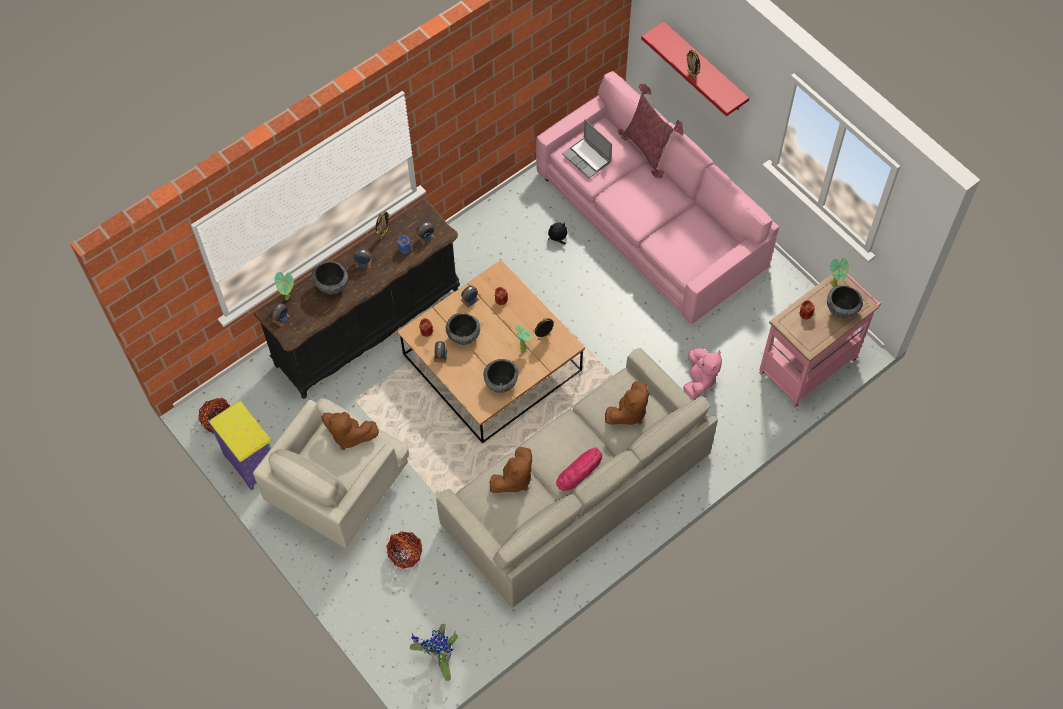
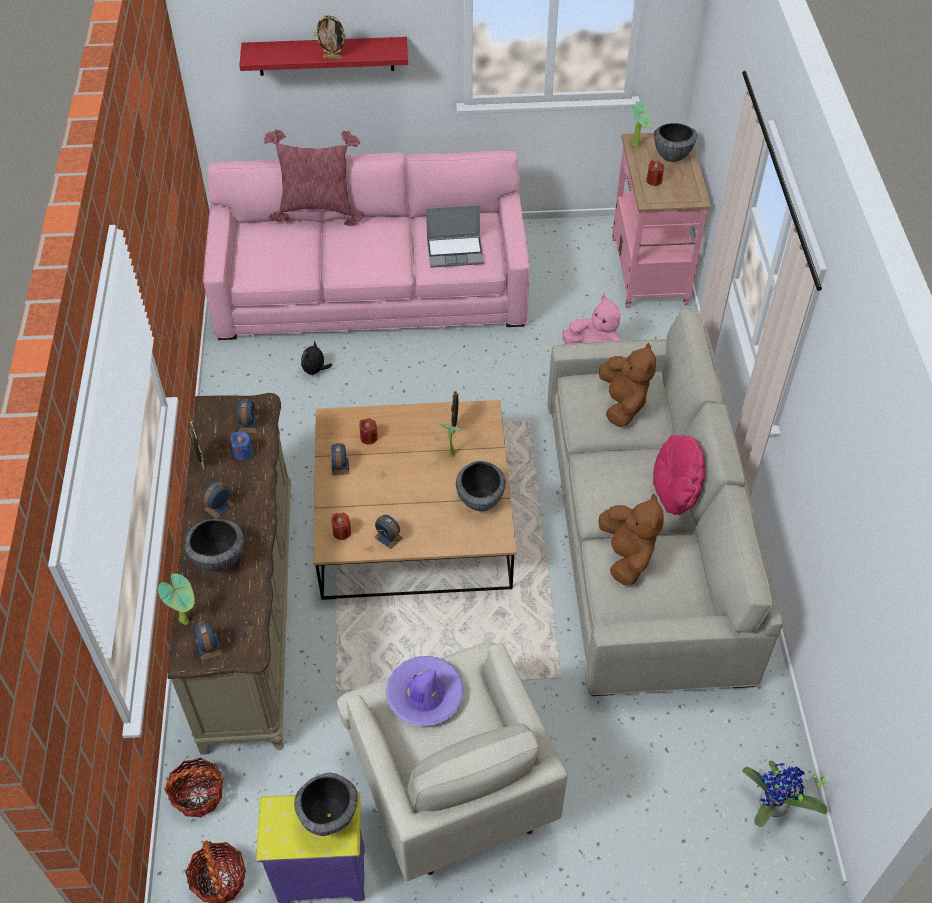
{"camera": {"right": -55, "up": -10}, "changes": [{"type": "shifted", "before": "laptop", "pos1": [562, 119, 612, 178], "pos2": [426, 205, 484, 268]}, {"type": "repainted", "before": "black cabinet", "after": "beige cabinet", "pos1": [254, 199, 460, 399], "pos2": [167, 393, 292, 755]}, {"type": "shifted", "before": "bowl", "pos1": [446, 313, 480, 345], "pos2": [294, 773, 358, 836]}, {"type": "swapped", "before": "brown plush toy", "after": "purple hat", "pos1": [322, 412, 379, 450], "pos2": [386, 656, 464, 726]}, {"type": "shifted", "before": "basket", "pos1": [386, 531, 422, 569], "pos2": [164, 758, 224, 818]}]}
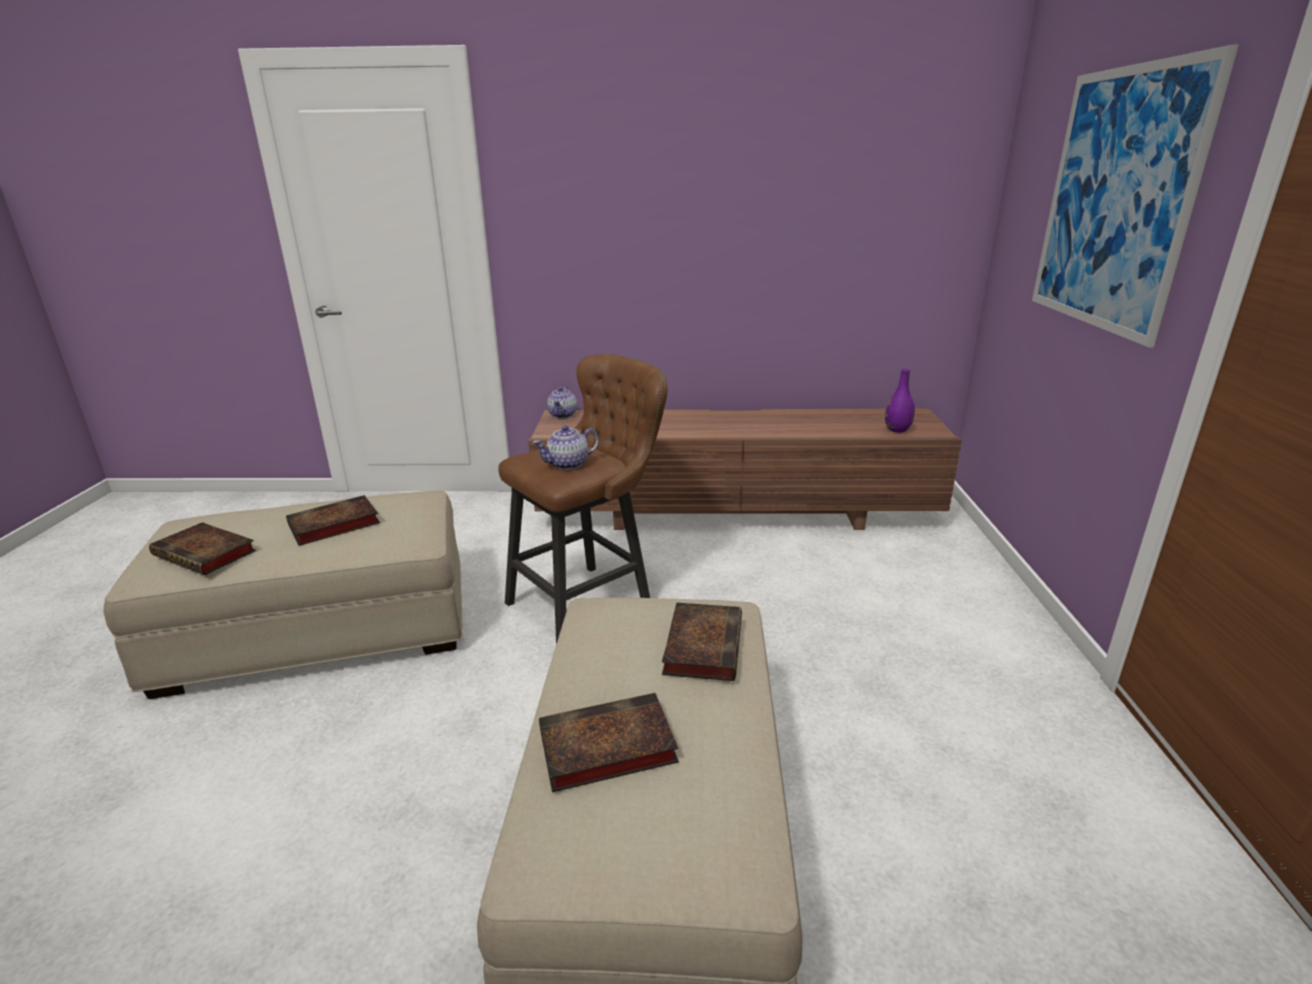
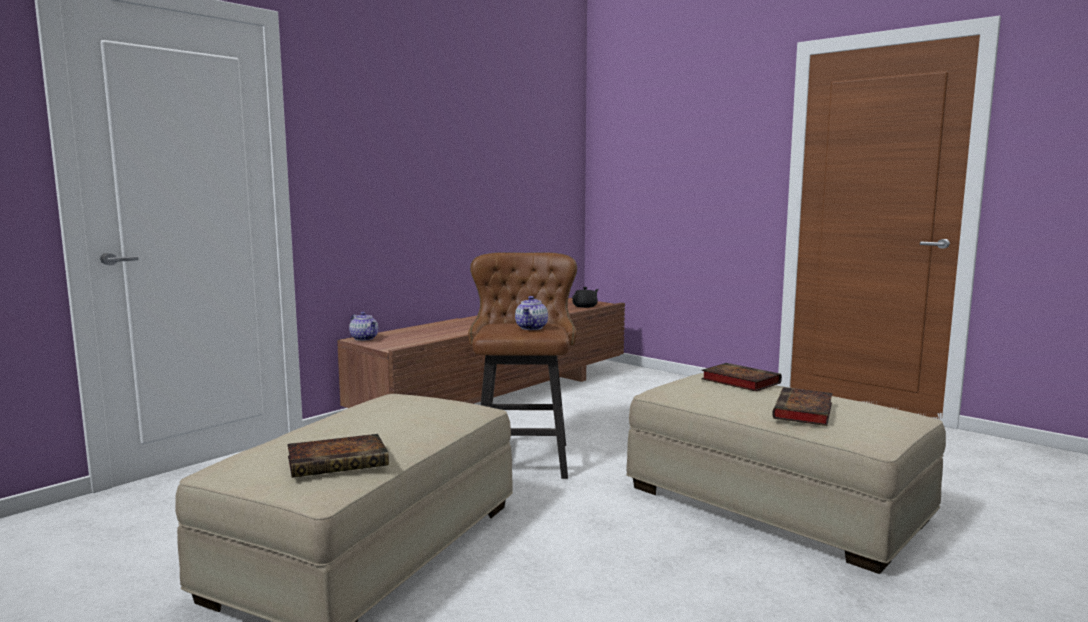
{"camera": {"right": -50, "up": -15}, "changes": [{"type": "gone", "before": "picture", "pos1": [1032, 44, 1239, 348]}, {"type": "swapped", "before": "purple vase", "after": "black teapot", "pos1": [885, 369, 915, 433], "pos2": [572, 287, 599, 308]}, {"type": "gone", "before": "book", "pos1": [286, 495, 380, 546]}]}
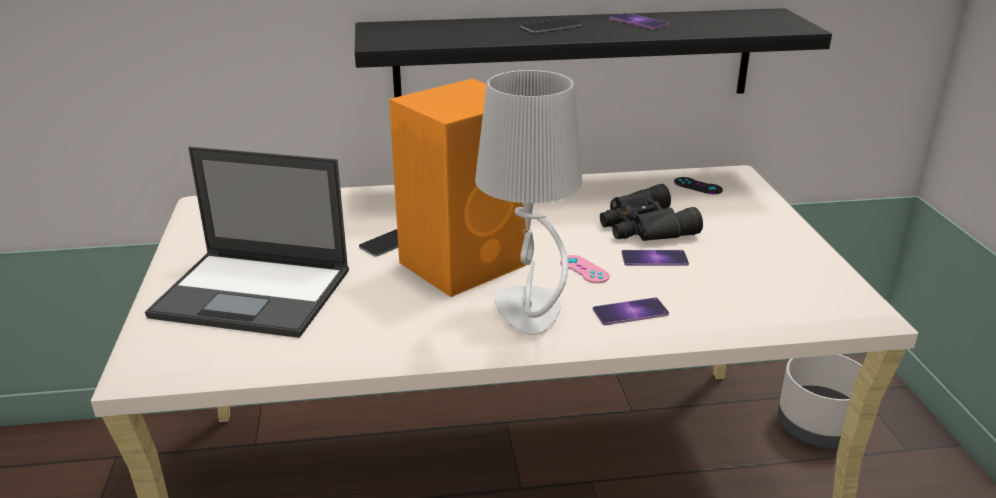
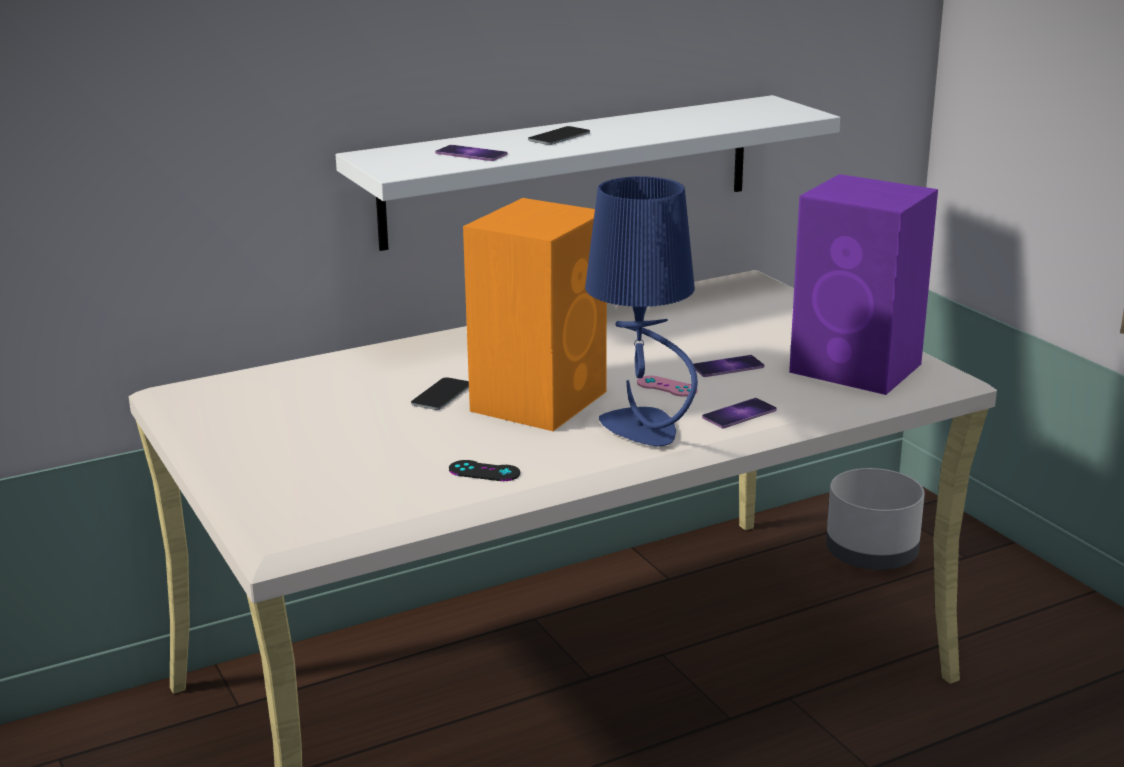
{"camera": {"right": -20, "up": -5}, "changes": [{"type": "repainted", "before": "black shelf", "after": "white shelf", "pos1": [355, 8, 832, 98], "pos2": [336, 95, 840, 251]}, {"type": "shifted", "before": "phone", "pos1": [609, 13, 669, 29], "pos2": [435, 145, 508, 161]}, {"type": "repainted", "before": "grey table lamp", "after": "blue table lamp", "pos1": [475, 70, 582, 335], "pos2": [585, 176, 698, 447]}, {"type": "gone", "before": "laptop", "pos1": [145, 147, 349, 338]}, {"type": "shifted", "before": "black game controller", "pos1": [674, 177, 723, 194], "pos2": [449, 460, 520, 481]}, {"type": "gone", "before": "black binoculars", "pos1": [600, 184, 703, 241]}, {"type": "new", "after": "purple speaker", "pos2": [789, 174, 938, 395]}]}
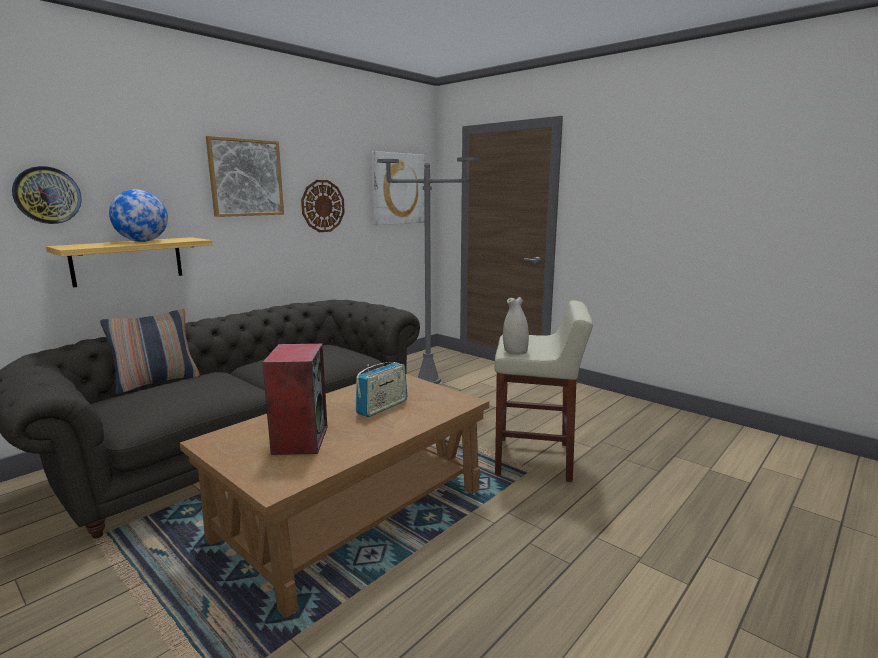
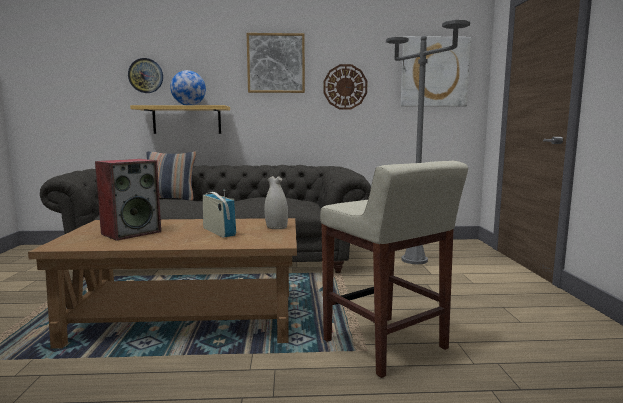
{"camera": {"right": 45, "up": -5}, "changes": [{"type": "shifted", "before": "white vase", "pos1": [503, 297, 529, 354], "pos2": [264, 176, 288, 229]}, {"type": "rotated", "before": "radio", "pos1": [356, 362, 407, 417], "pos2": [203, 190, 236, 237], "turn": -120}]}
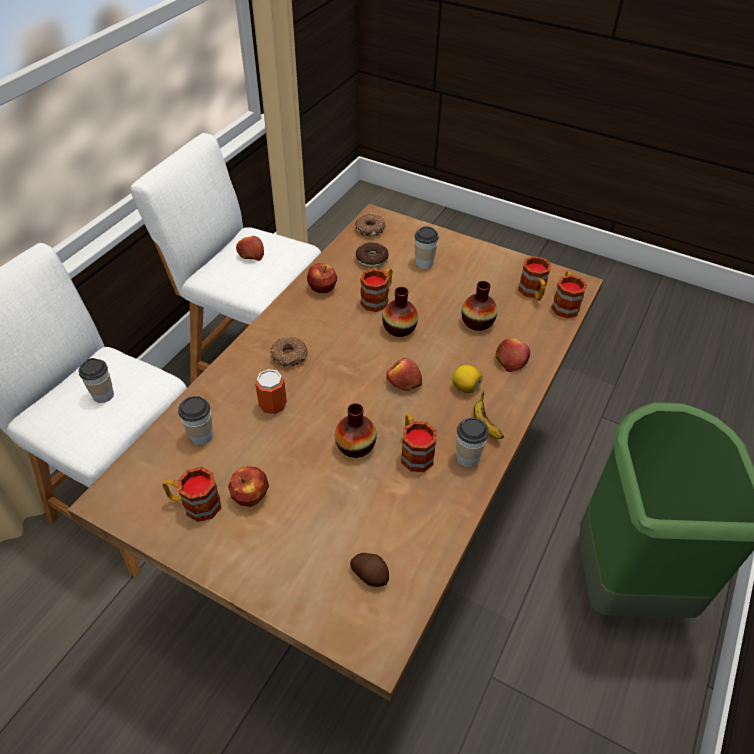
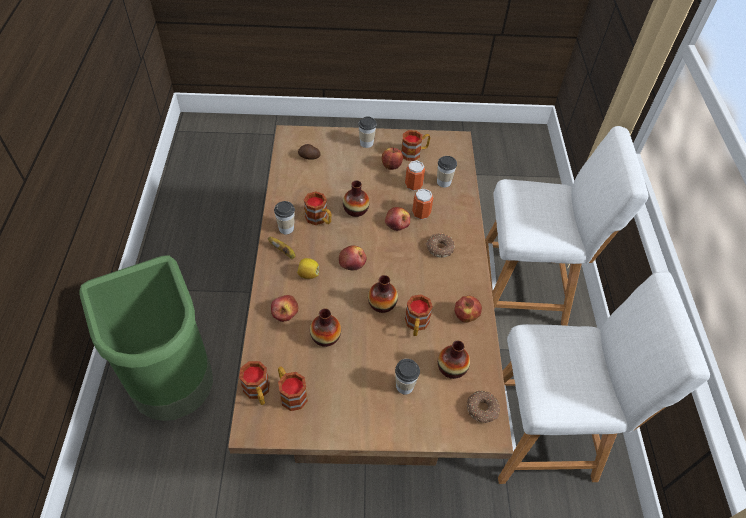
{"camera": {"right": 150, "up": 5}, "changes": [{"type": "shifted", "before": "apple", "pos1": [236, 236, 264, 261], "pos2": [385, 207, 410, 231]}, {"type": "swapped", "before": "donut", "after": "vase", "pos1": [355, 242, 389, 268], "pos2": [438, 341, 470, 379]}, {"type": "shifted", "before": "cup", "pos1": [78, 358, 114, 403], "pos2": [358, 116, 377, 148]}, {"type": "new", "after": "can", "pos2": [405, 160, 425, 191]}]}
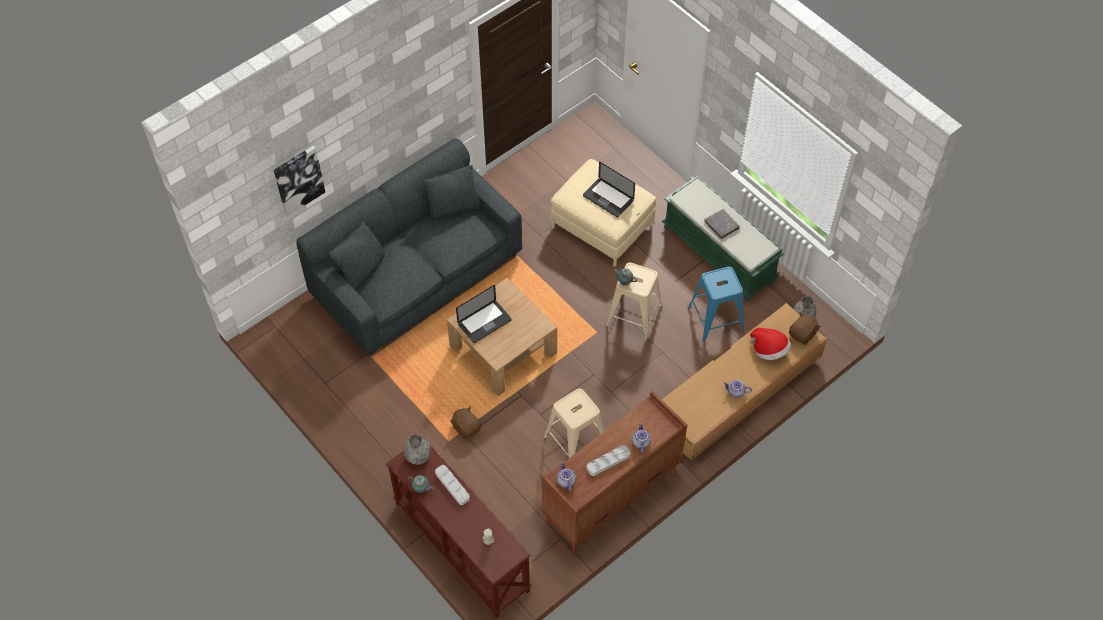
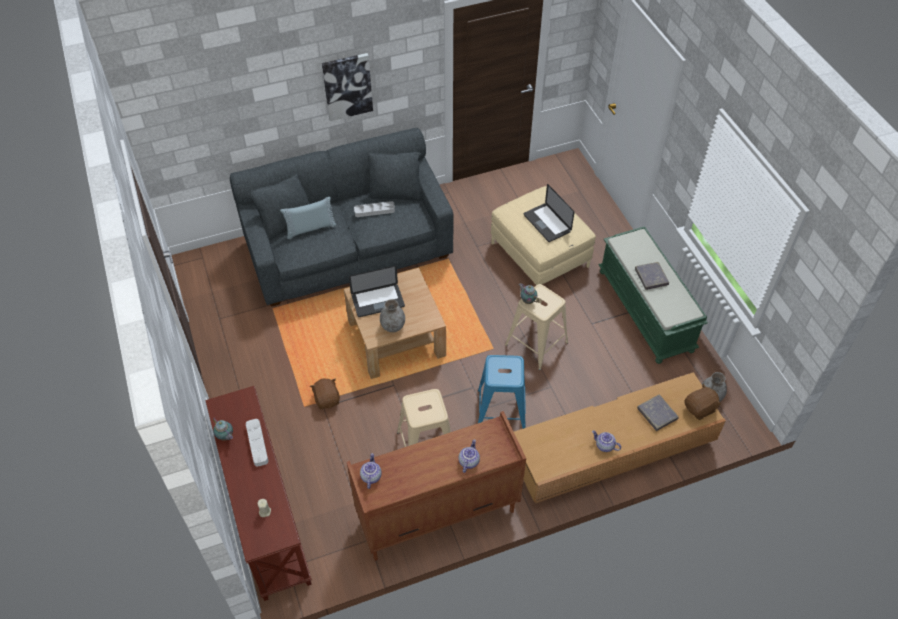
{"camera": {"right": 20, "up": -5}, "changes": [{"type": "shifted", "before": "picture", "pos1": [274, 145, 325, 216], "pos2": [322, 53, 373, 121]}, {"type": "shifted", "before": "blue stool", "pos1": [688, 267, 744, 343], "pos2": [478, 355, 526, 429]}, {"type": "swapped", "before": "hat", "after": "grey book", "pos1": [750, 328, 791, 360], "pos2": [637, 395, 679, 431]}, {"type": "shifted", "before": "grey vase", "pos1": [404, 433, 430, 465], "pos2": [380, 299, 405, 332]}, {"type": "shifted", "before": "grey tray", "pos1": [587, 445, 630, 476], "pos2": [354, 201, 395, 217]}, {"type": "new", "after": "blue pillow", "pos2": [280, 197, 336, 239]}]}
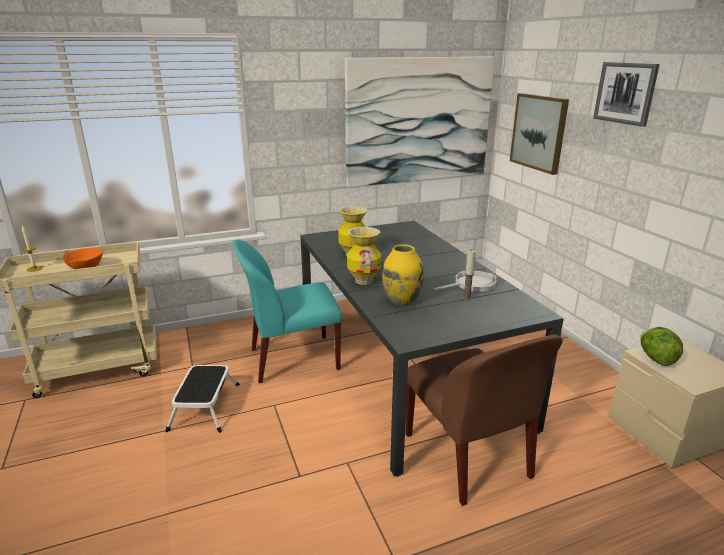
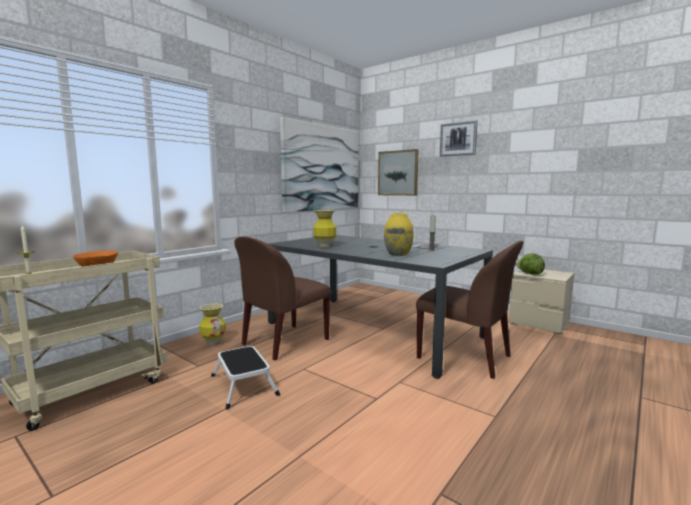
{"camera": {"right": -30, "up": -15}, "changes": [{"type": "shifted", "before": "vase", "pos1": [347, 227, 381, 285], "pos2": [199, 303, 226, 345]}, {"type": "repainted", "before": "turquoise chair", "after": "brown chair", "pos1": [232, 240, 342, 383], "pos2": [234, 236, 331, 361]}]}
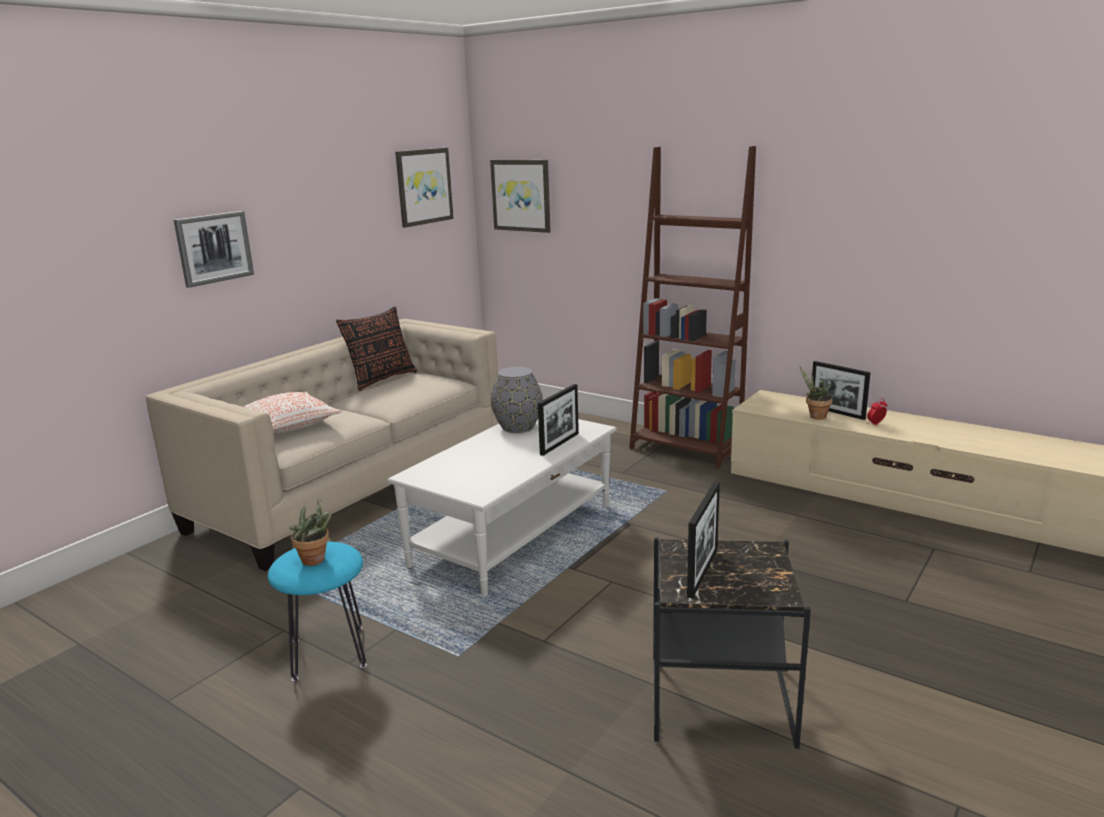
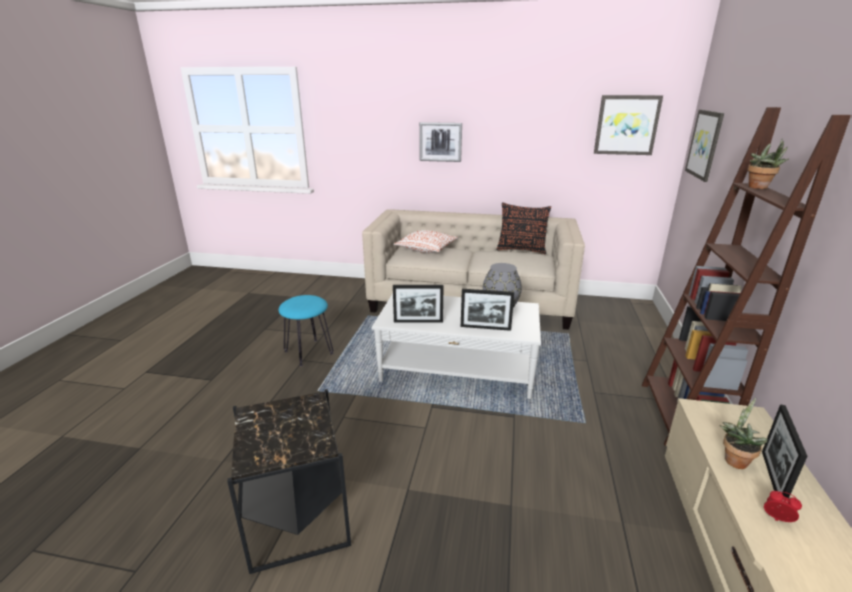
{"camera": {"right": 65, "up": 5}, "changes": [{"type": "shifted", "before": "picture frame", "pos1": [687, 481, 720, 599], "pos2": [393, 285, 444, 322]}, {"type": "shifted", "before": "potted plant", "pos1": [289, 500, 332, 566], "pos2": [748, 138, 789, 189]}]}
